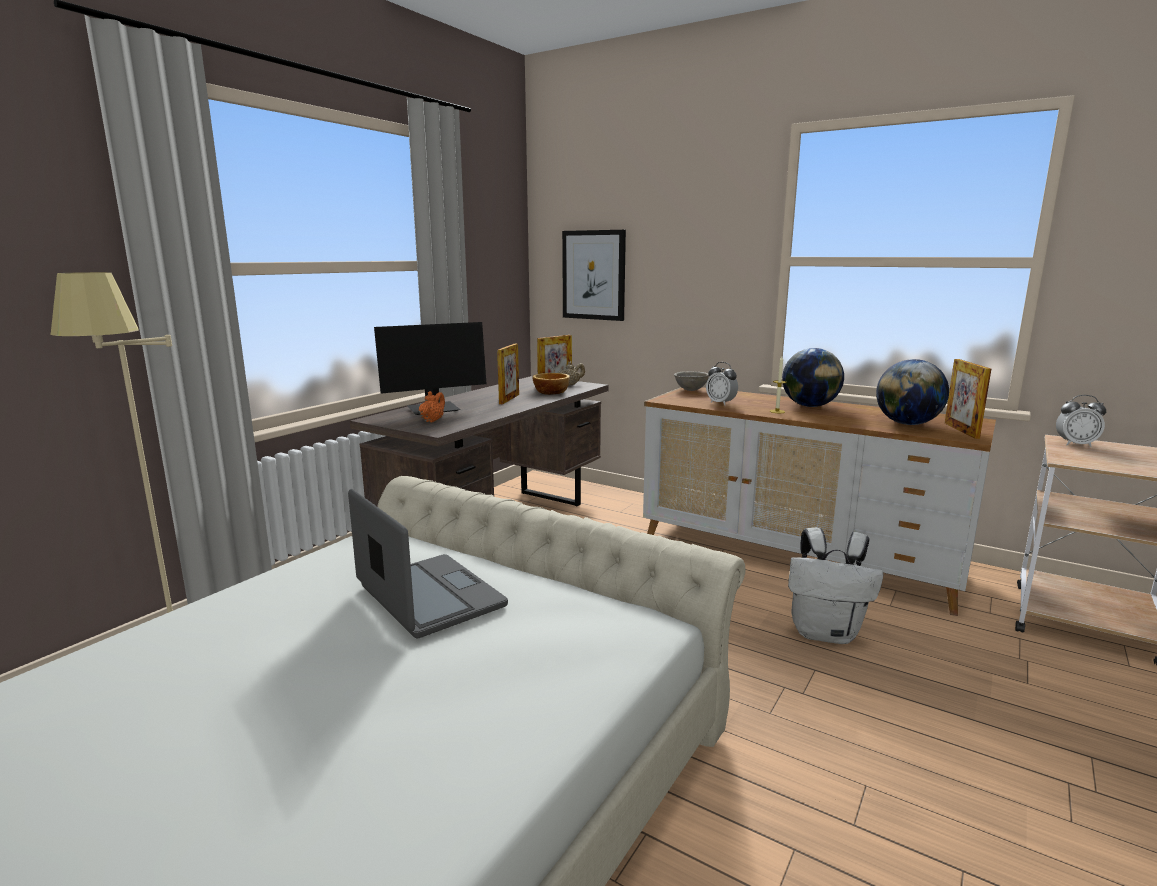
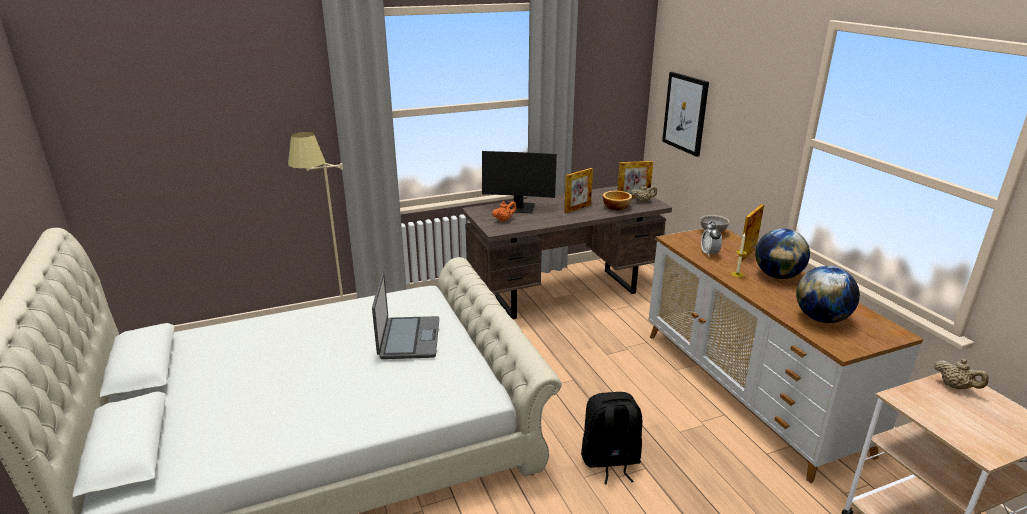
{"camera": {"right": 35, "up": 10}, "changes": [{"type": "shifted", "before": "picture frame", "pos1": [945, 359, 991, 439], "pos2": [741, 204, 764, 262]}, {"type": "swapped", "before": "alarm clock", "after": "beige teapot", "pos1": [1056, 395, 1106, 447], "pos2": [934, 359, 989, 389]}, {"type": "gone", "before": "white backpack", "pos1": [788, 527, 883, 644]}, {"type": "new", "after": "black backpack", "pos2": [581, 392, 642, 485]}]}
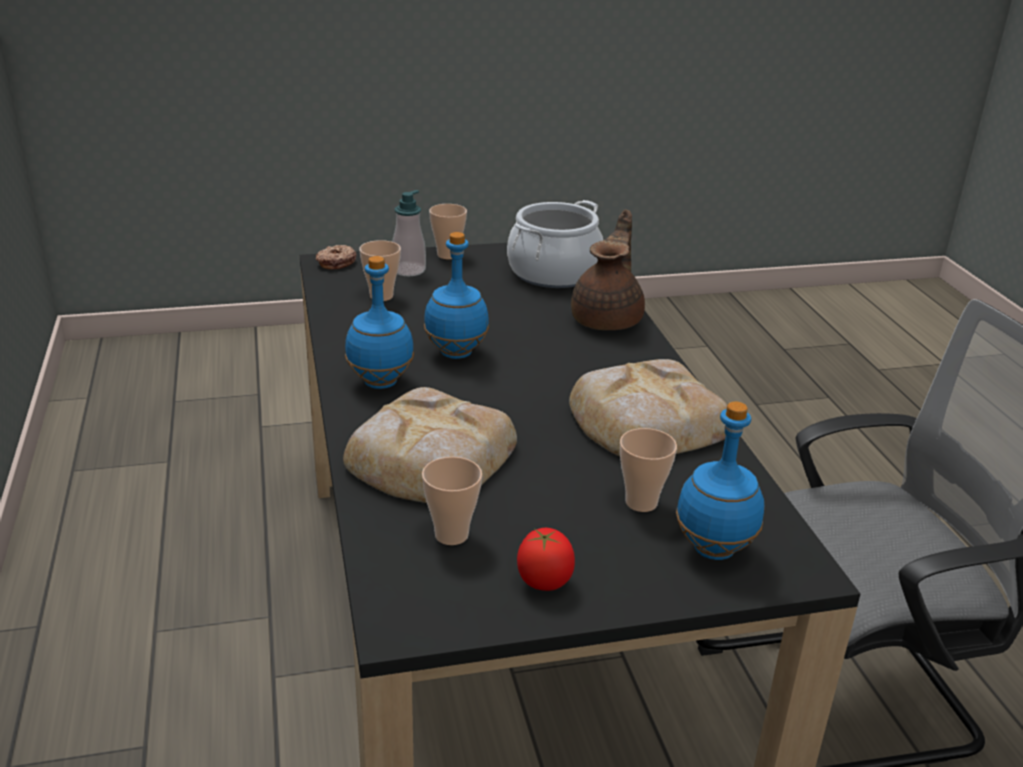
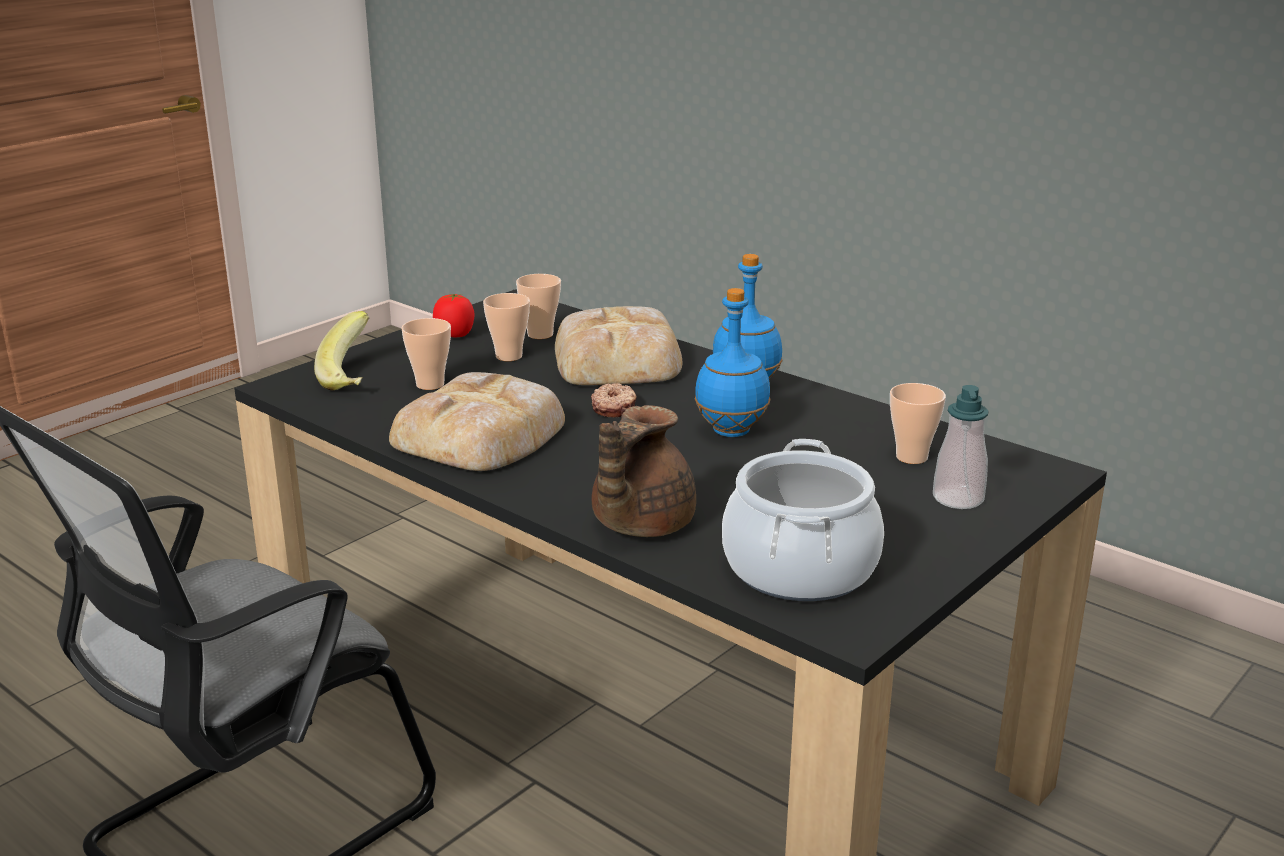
{"camera": {"right": 145, "up": -5}, "changes": [{"type": "shifted", "before": "cup", "pos1": [429, 204, 467, 259], "pos2": [483, 293, 530, 361]}, {"type": "rotated", "before": "brown teapot", "pos1": [571, 209, 645, 330], "pos2": [592, 405, 696, 537], "turn": 45}, {"type": "shifted", "before": "donut", "pos1": [316, 245, 357, 270], "pos2": [591, 383, 637, 418]}, {"type": "swapped", "before": "blue bottle", "after": "banana", "pos1": [676, 402, 764, 560], "pos2": [314, 311, 369, 390]}]}
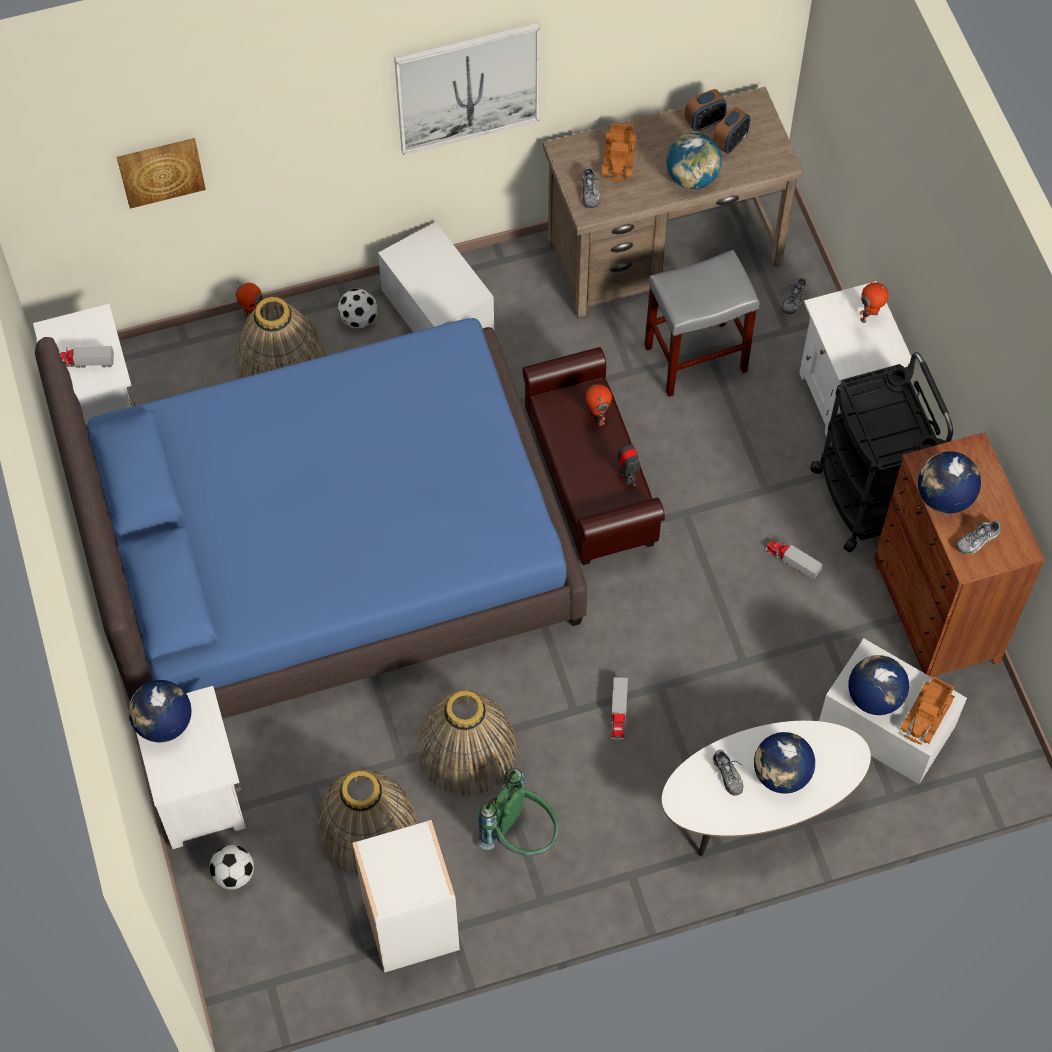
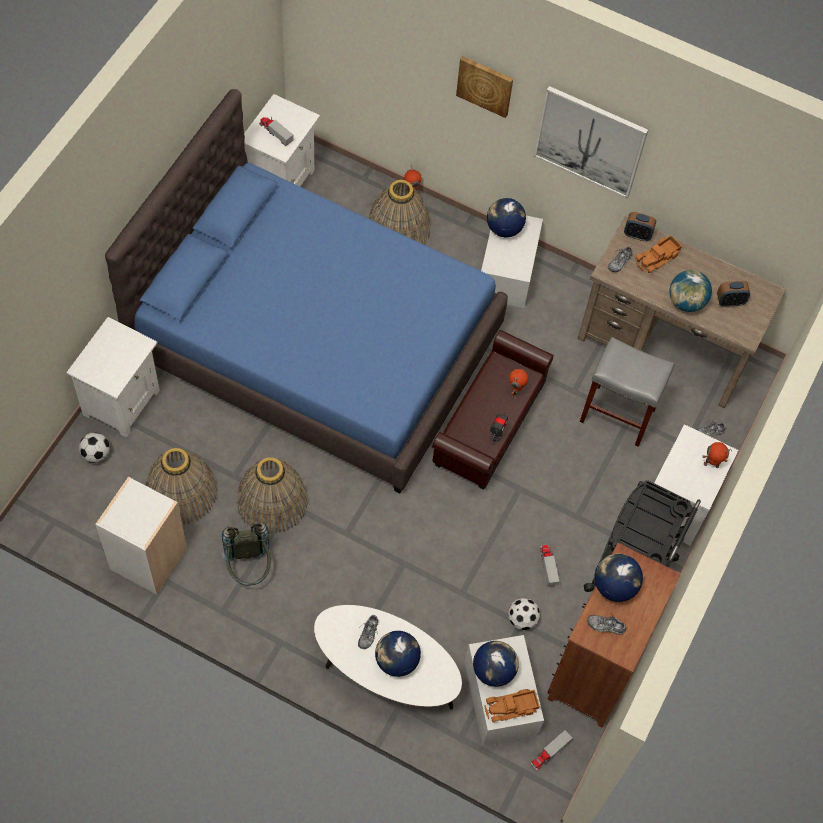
{"camera": {"right": 40, "up": 0}, "changes": [{"type": "shifted", "before": "alarm clock", "pos1": [685, 89, 727, 131], "pos2": [624, 212, 656, 241]}, {"type": "shifted", "before": "picture", "pos1": [117, 138, 206, 209], "pos2": [456, 56, 513, 118]}, {"type": "shifted", "before": "football", "pos1": [338, 289, 378, 328], "pos2": [508, 598, 540, 630]}, {"type": "shifted", "before": "toy truck", "pos1": [611, 677, 628, 740], "pos2": [531, 730, 573, 770]}, {"type": "shifted", "before": "globe", "pos1": [128, 680, 192, 742], "pos2": [487, 198, 526, 237]}, {"type": "repainted", "before": "green backpack", "after": "grey backpack", "pos1": [477, 768, 558, 856], "pos2": [222, 522, 271, 586]}]}
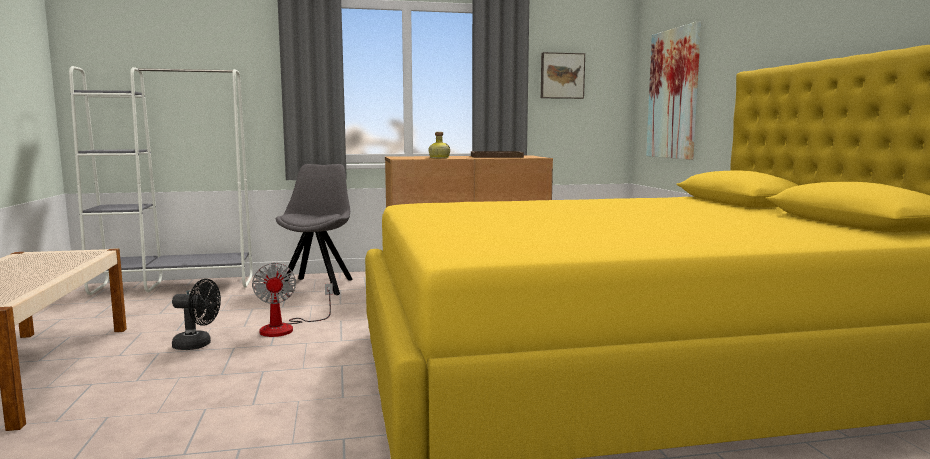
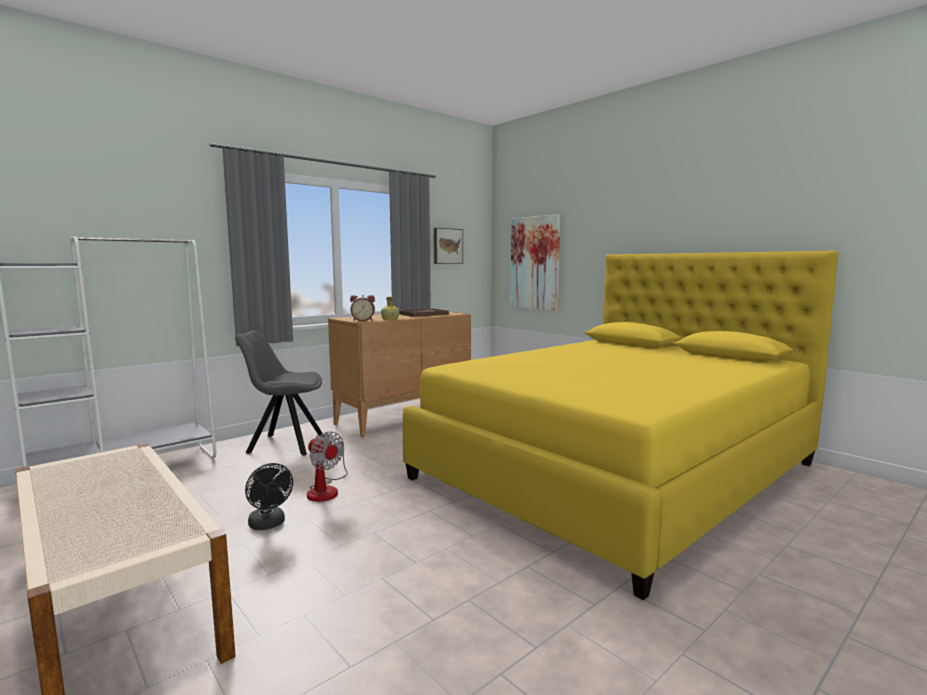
{"camera": {"right": -30, "up": 0}, "changes": [{"type": "rotated", "before": "grey chair", "pos1": [276, 164, 353, 295], "pos2": [235, 330, 324, 456], "turn": -60}, {"type": "rotated", "before": "black fan", "pos1": [172, 279, 221, 350], "pos2": [245, 463, 293, 530], "turn": 75}, {"type": "new", "after": "alarm clock", "pos2": [350, 295, 375, 321]}]}
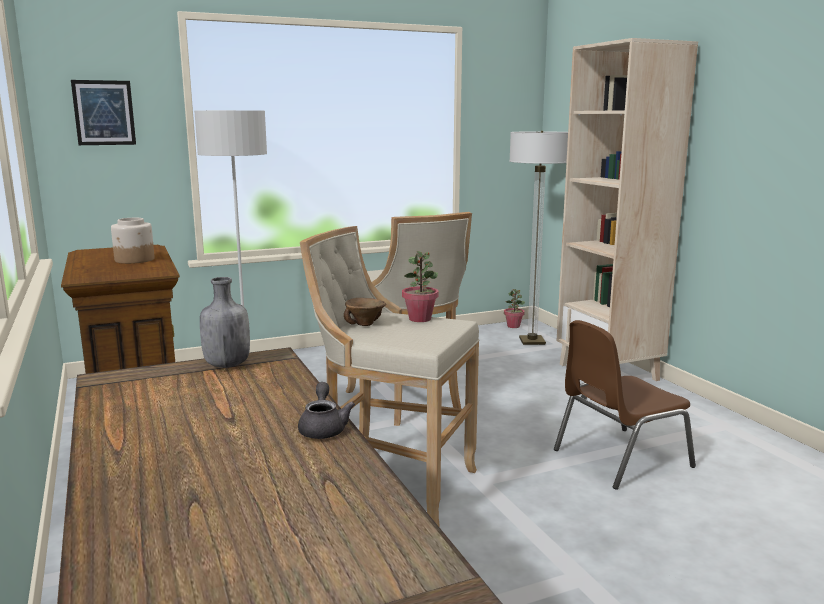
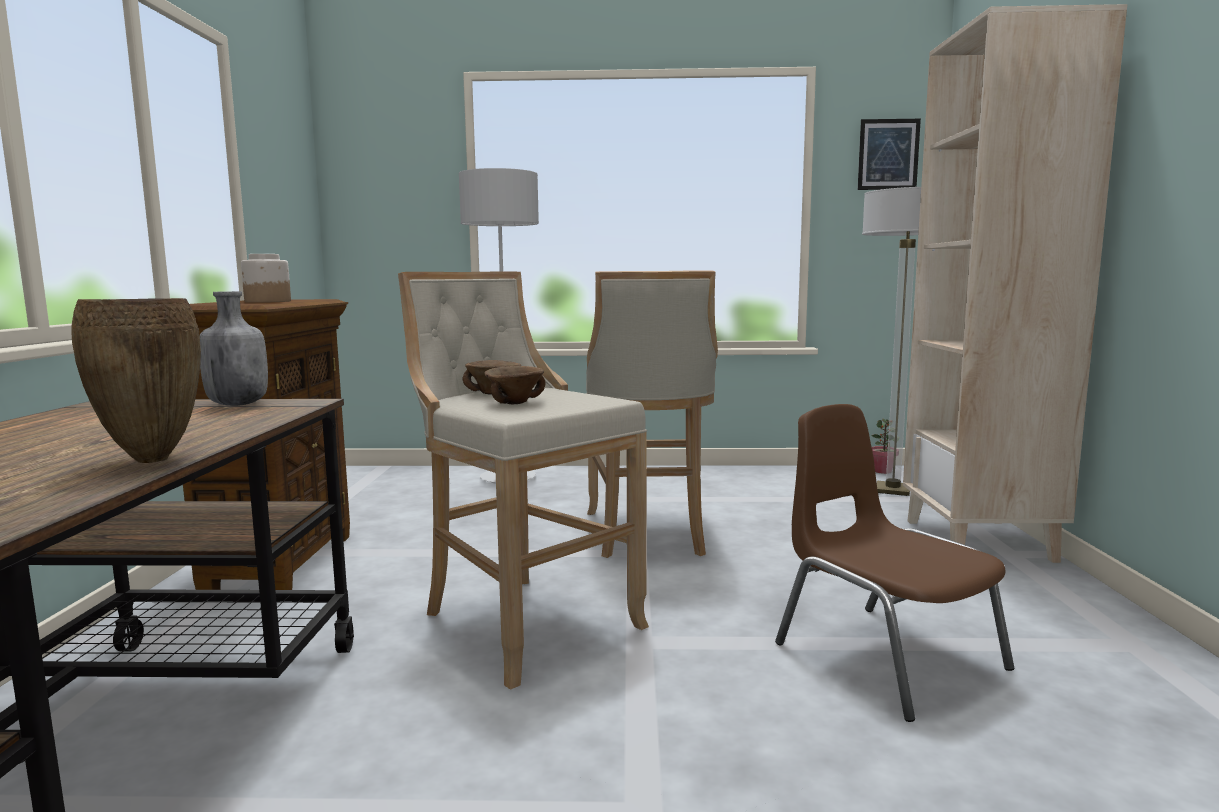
{"camera": {"right": 25, "up": -5}, "changes": [{"type": "shifted", "before": "picture", "pos1": [71, 80, 136, 145], "pos2": [858, 119, 921, 190]}, {"type": "gone", "before": "potted plant", "pos1": [402, 251, 439, 322]}, {"type": "rotated", "before": "brown chair", "pos1": [554, 320, 696, 490], "pos2": [775, 404, 1014, 722], "turn": 60}, {"type": "swapped", "before": "grey teapot", "after": "brown vase", "pos1": [298, 382, 355, 439], "pos2": [71, 298, 201, 463]}, {"type": "new", "after": "brown bowl", "pos2": [484, 366, 546, 404]}]}
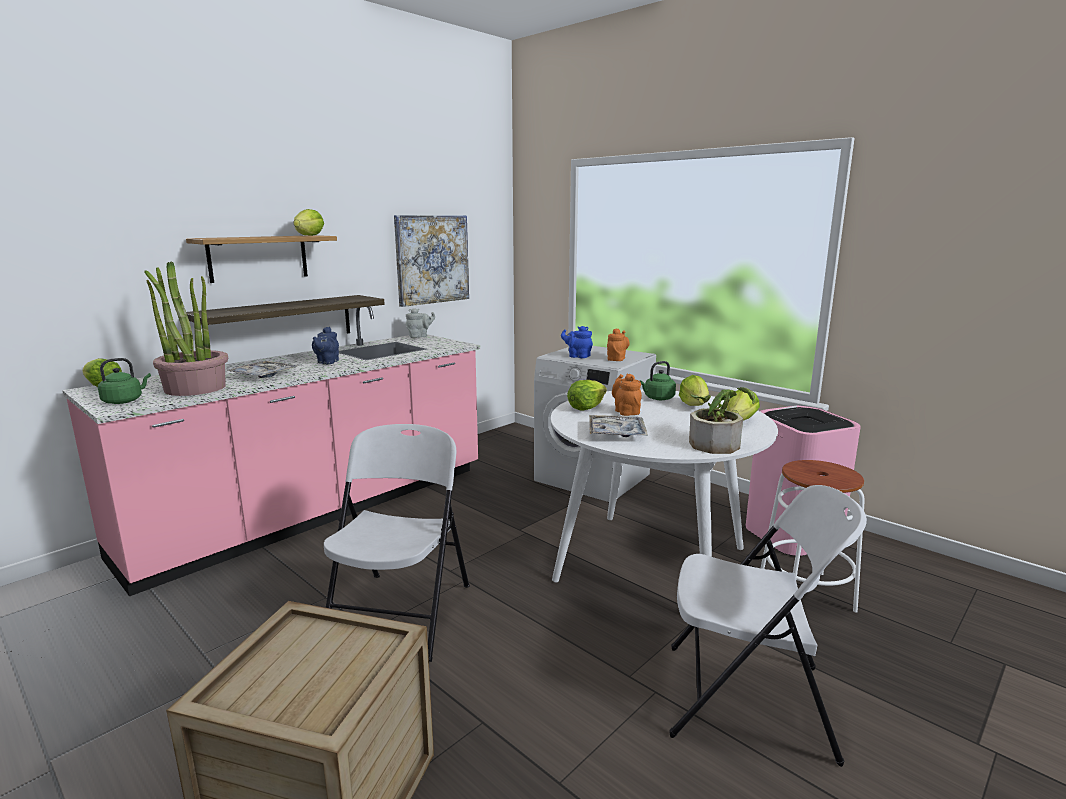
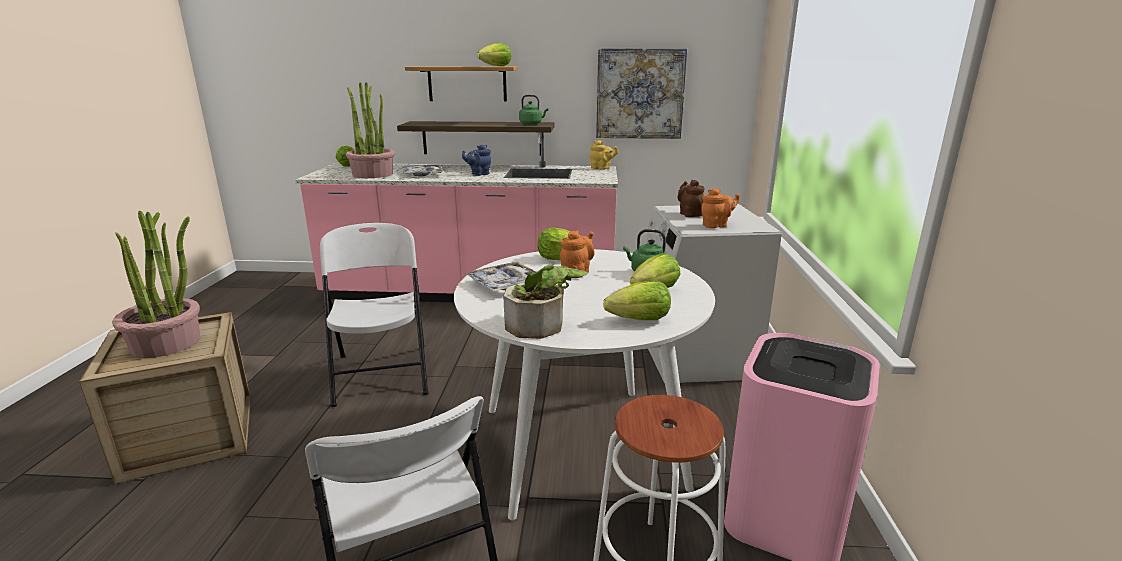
{"camera": {"right": 50, "up": 5}, "changes": [{"type": "repainted", "before": "grey teapot", "after": "yellow teapot", "pos1": [406, 308, 435, 338], "pos2": [590, 140, 619, 169]}, {"type": "repainted", "before": "blue teapot", "after": "brown teapot", "pos1": [561, 326, 593, 358], "pos2": [678, 180, 705, 217]}, {"type": "shifted", "before": "green kettle", "pos1": [98, 358, 151, 404], "pos2": [519, 95, 548, 125]}, {"type": "rotated", "before": "white chair", "pos1": [324, 424, 470, 662], "pos2": [320, 223, 429, 407], "turn": -75}, {"type": "new", "after": "potted plant", "pos2": [112, 211, 200, 358]}]}
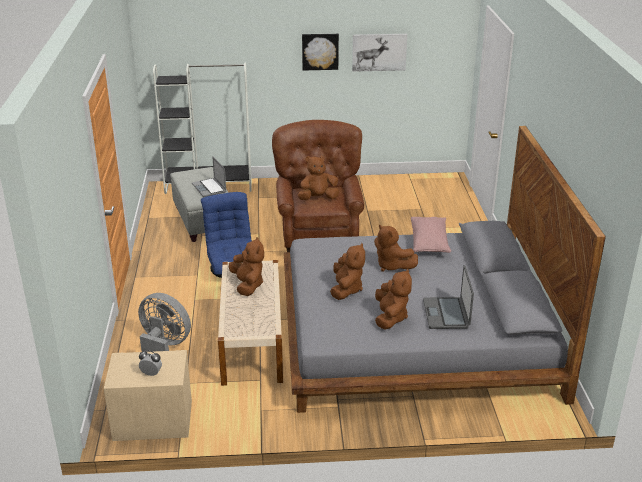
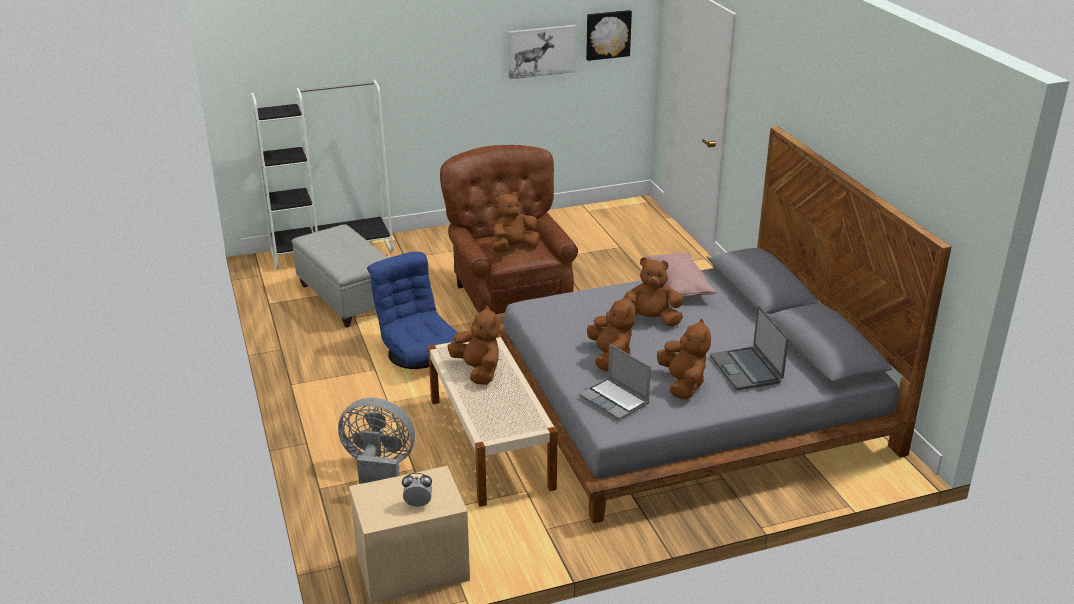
{"camera": {"right": -15, "up": 0}, "changes": [{"type": "shifted", "before": "picture", "pos1": [302, 34, 339, 71], "pos2": [586, 10, 632, 61]}, {"type": "shifted", "before": "laptop", "pos1": [192, 156, 227, 197], "pos2": [579, 344, 651, 420]}, {"type": "rotated", "before": "brown plush toy", "pos1": [374, 224, 418, 272], "pos2": [623, 257, 684, 327], "turn": 150}]}
